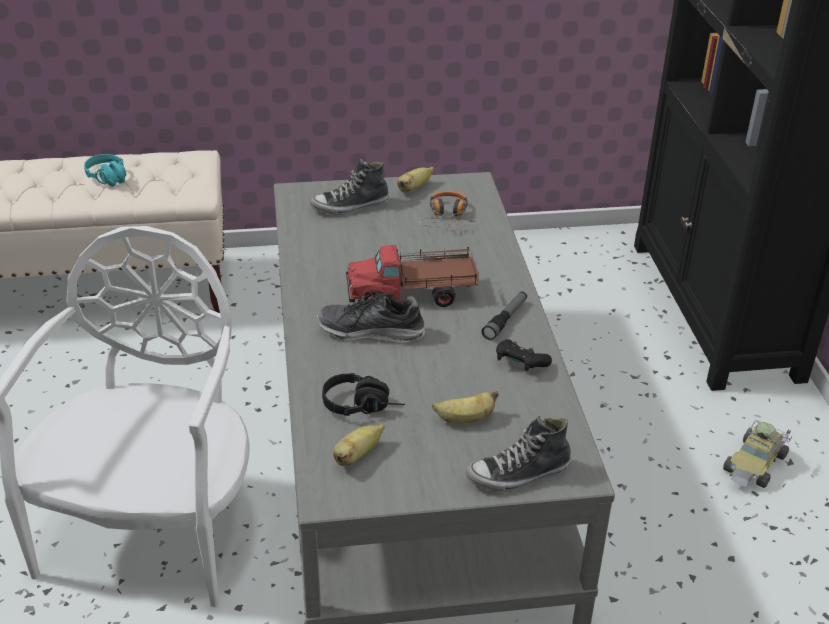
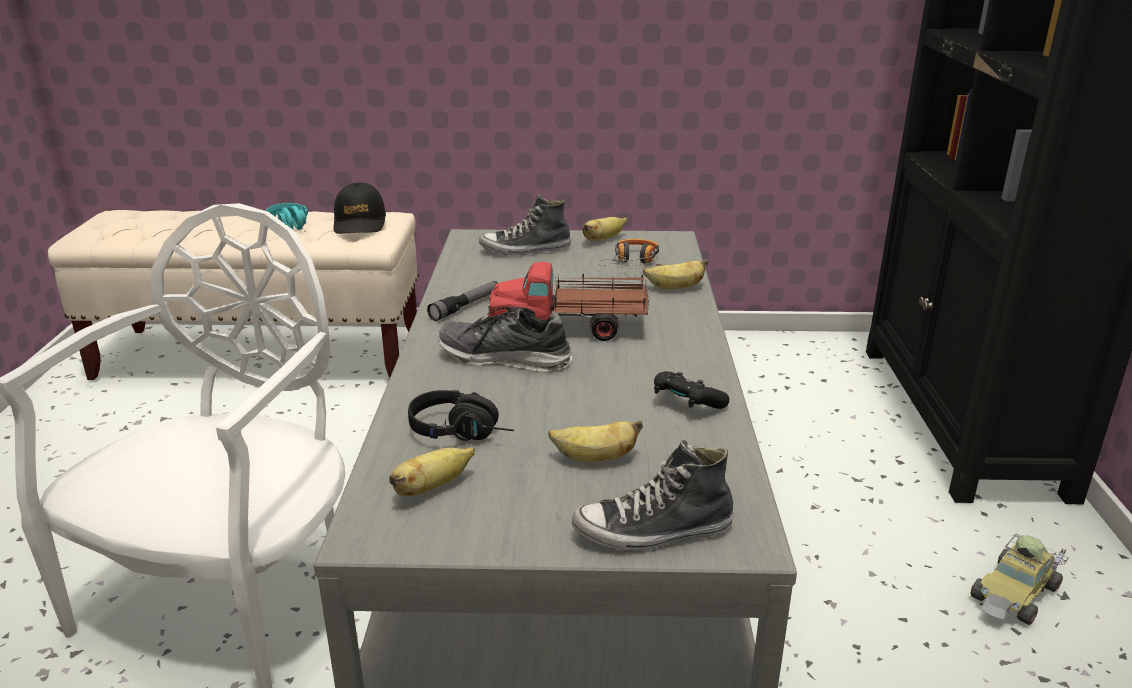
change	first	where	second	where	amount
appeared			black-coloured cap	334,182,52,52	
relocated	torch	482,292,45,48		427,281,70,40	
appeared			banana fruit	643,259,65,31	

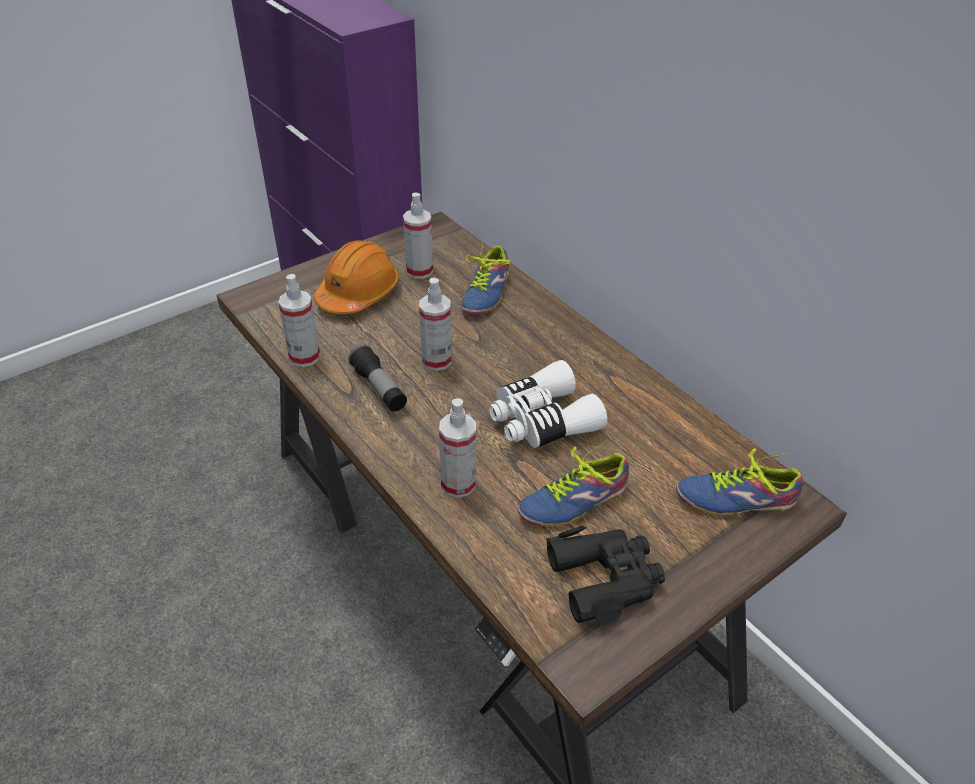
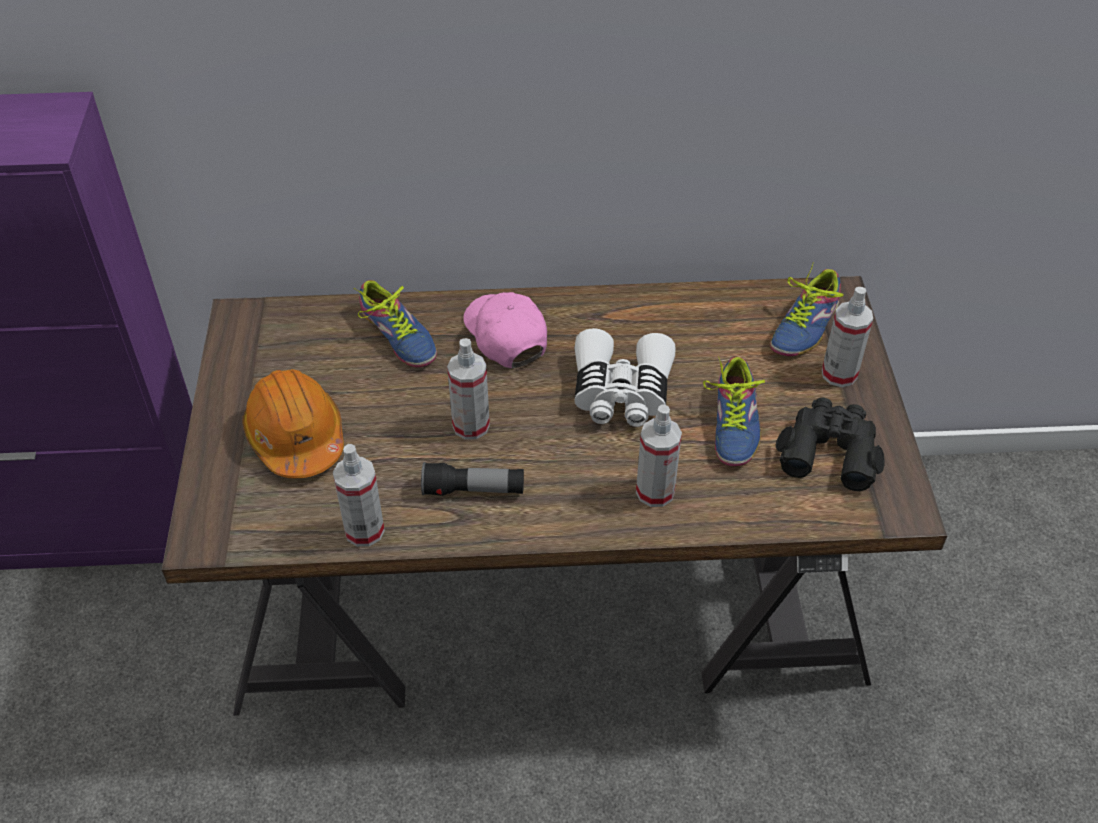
change	first	where	second	where	amount
appeared			pink cap	463,292,84,76	
relocated	sprayer	403,192,30,87		822,287,51,100	

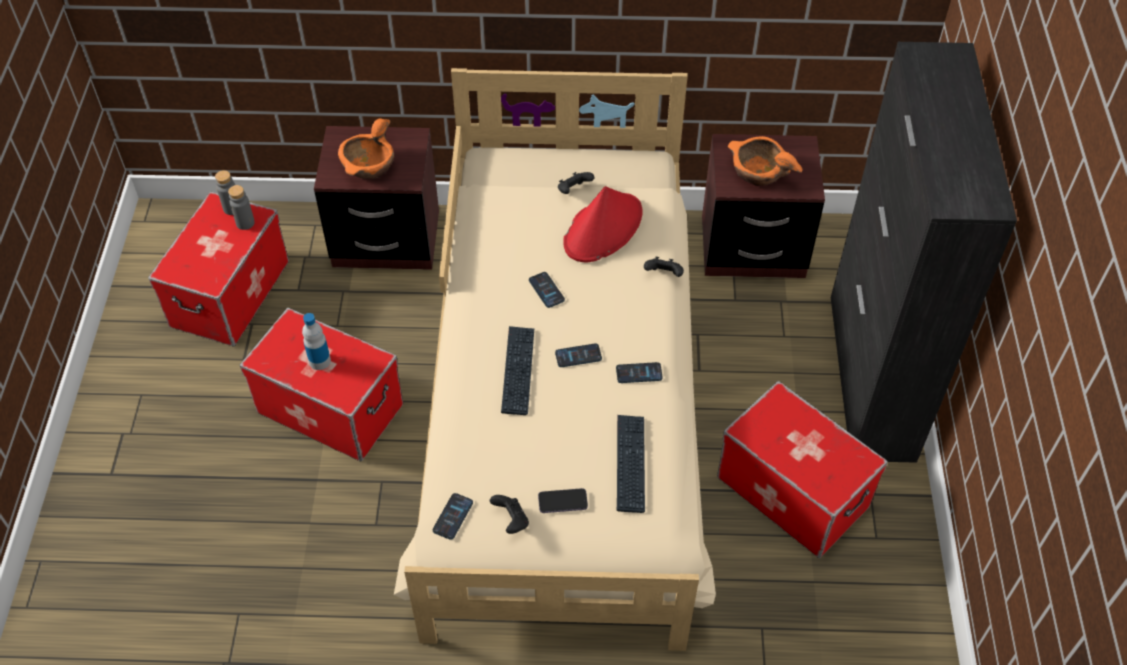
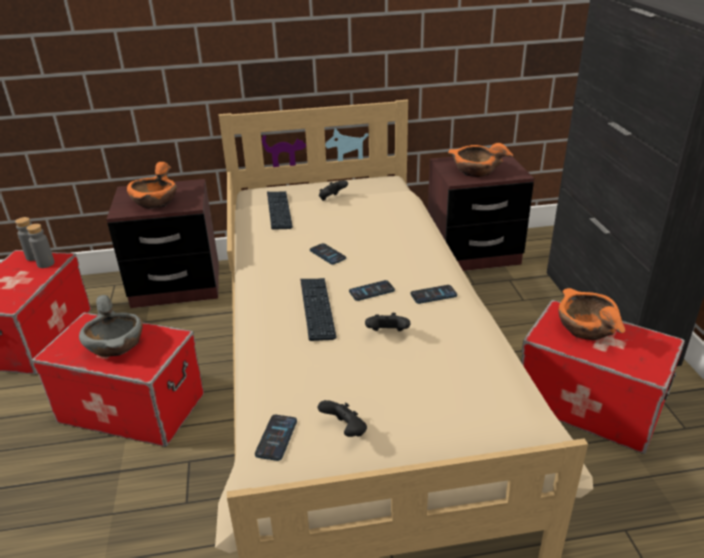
change	first	where	second	where	amount
exchanged	drink bottle	302,313,29,57	greyish deep dish	79,295,64,62	
relocated	computer keyboard	617,415,28,98		267,191,26,39	
relocated	black-coloured game controller	644,257,40,20		365,313,45,18	
appeared			orangey deep dish	558,288,67,52	
missing	phone	538,488,50,25			
missing	reddish hat	563,186,80,76			

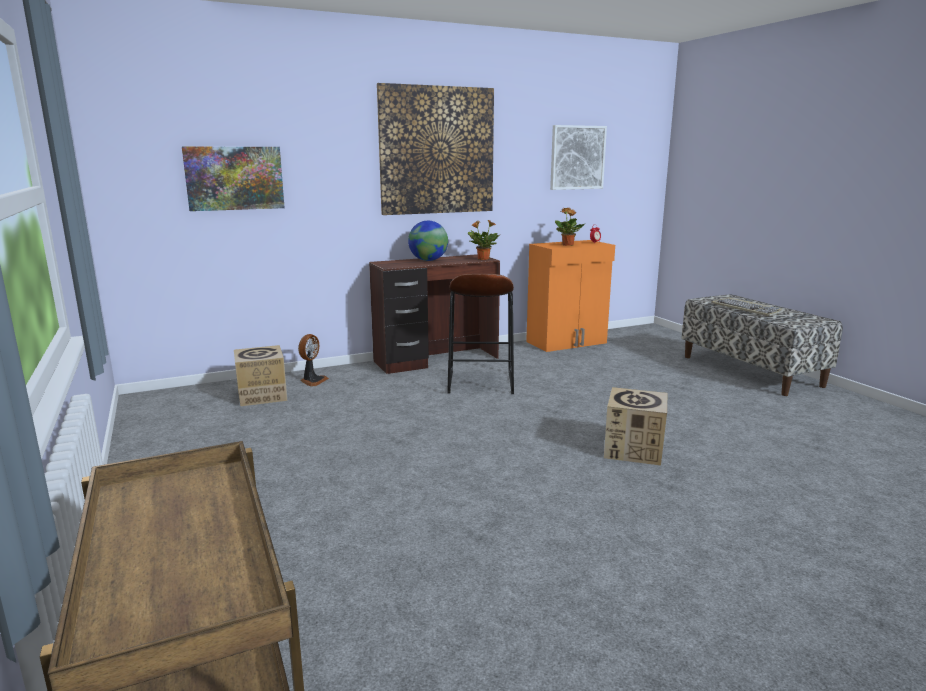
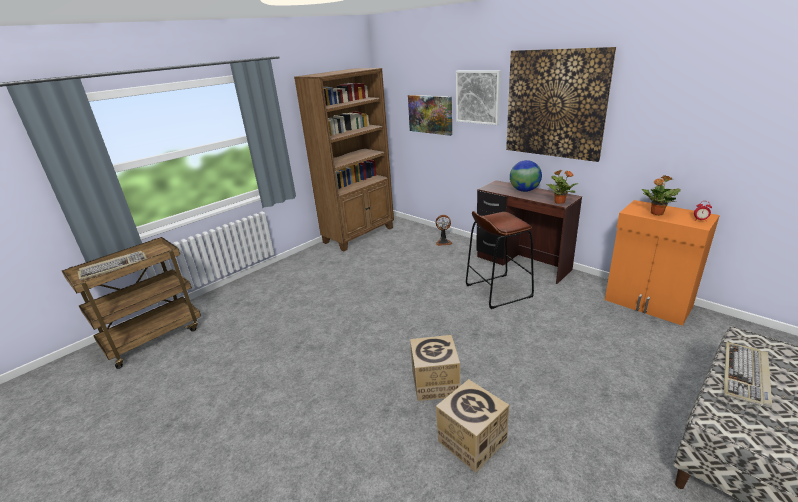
change	first	where	second	where	amount
appeared			computer keyboard	78,251,69,29	
appeared			brown bookcase	294,68,100,183	
relocated	packing box	234,345,53,61		436,379,73,93	
relocated	picture	550,125,57,65		456,70,45,55	

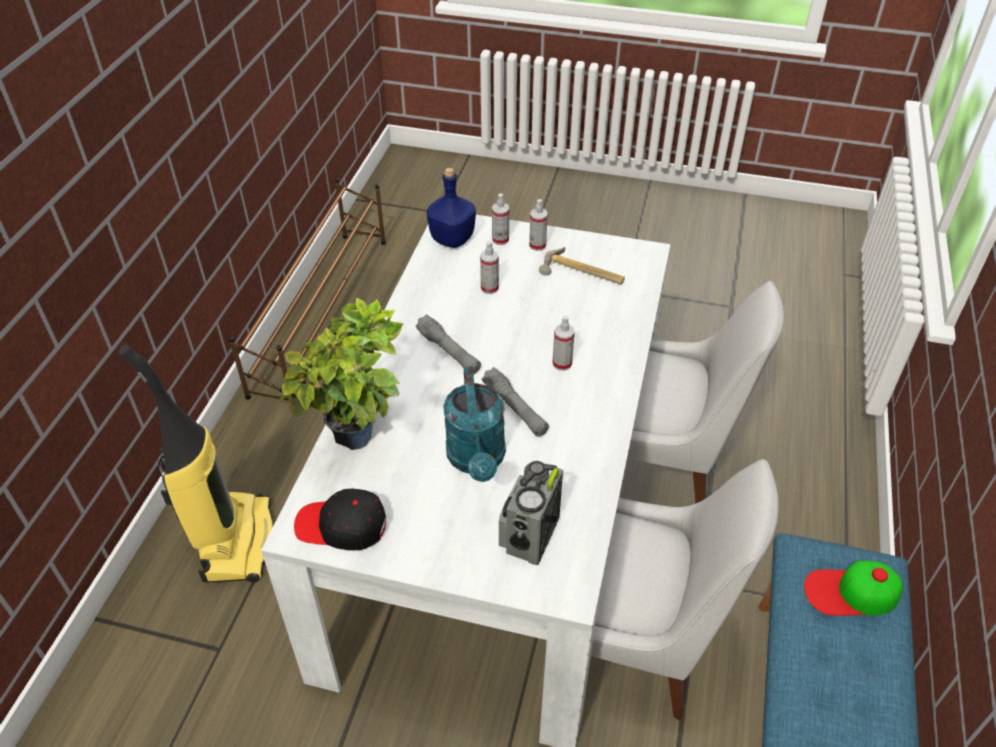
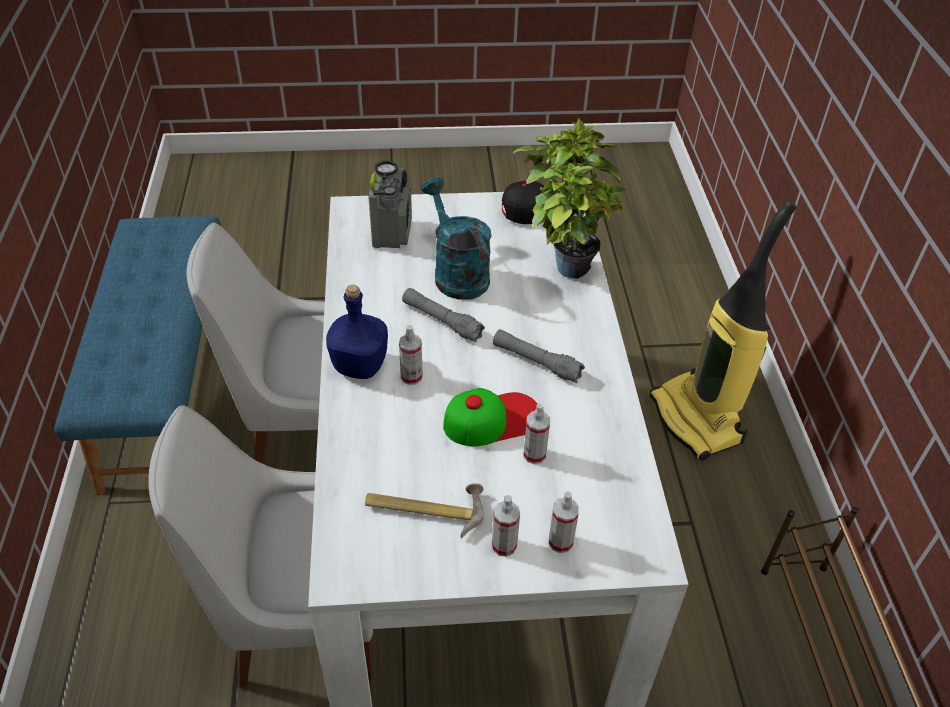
change	first	where	second	where	amount
relocated	bluish drink bottle	427,168,49,80		326,285,62,94	
relocated	cap	804,561,99,55		443,388,95,58	

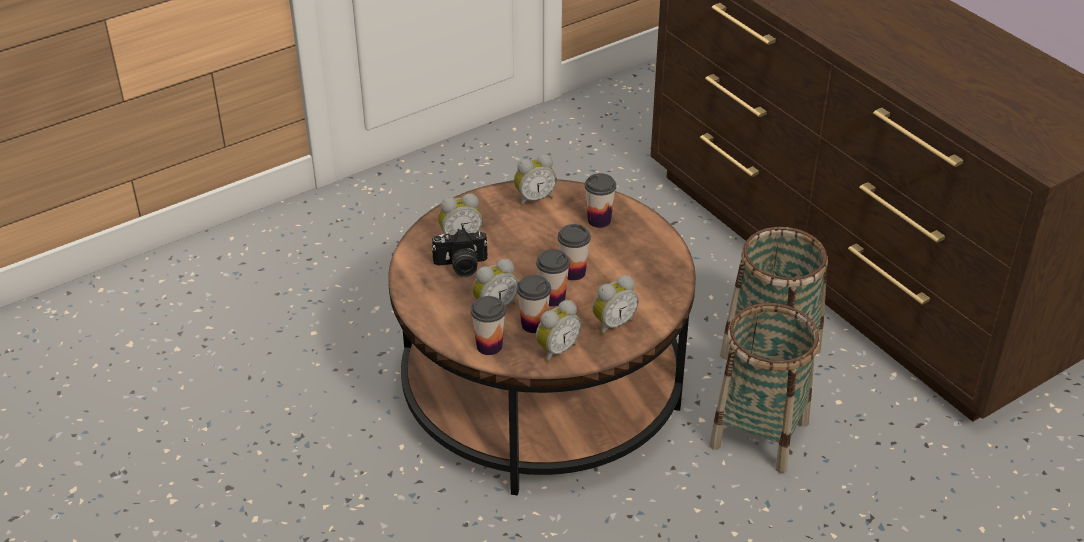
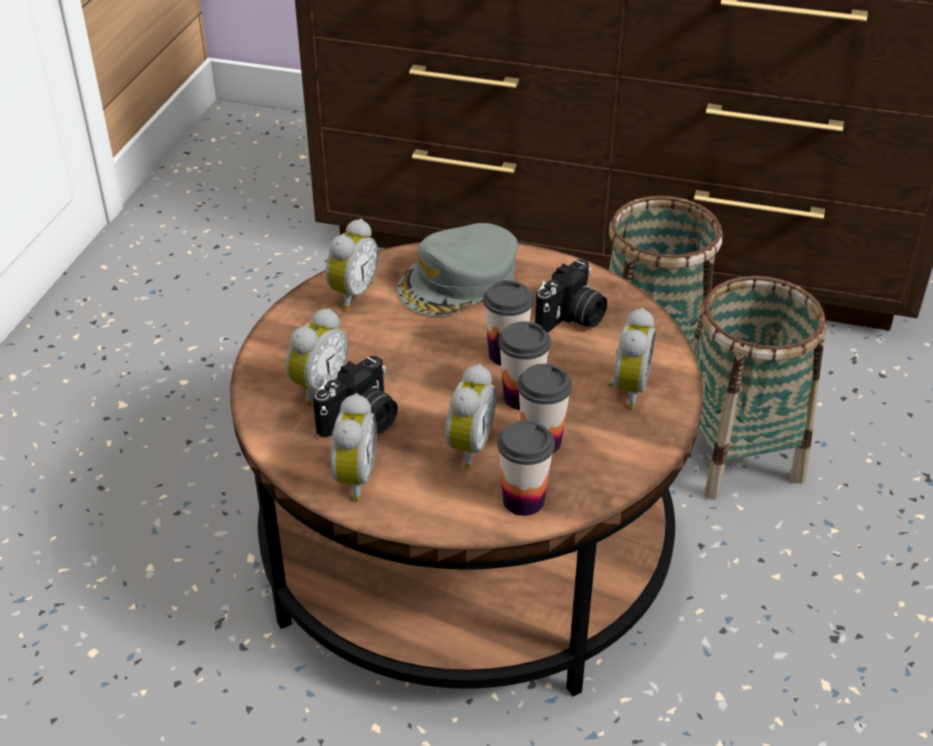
change	first	where	second	where	amount
relocated	alarm clock	536,300,45,62		331,393,46,108	
exchanged	small cup	585,173,31,55	greyish cap	397,223,121,93	
appeared			photo camera	535,259,72,74	

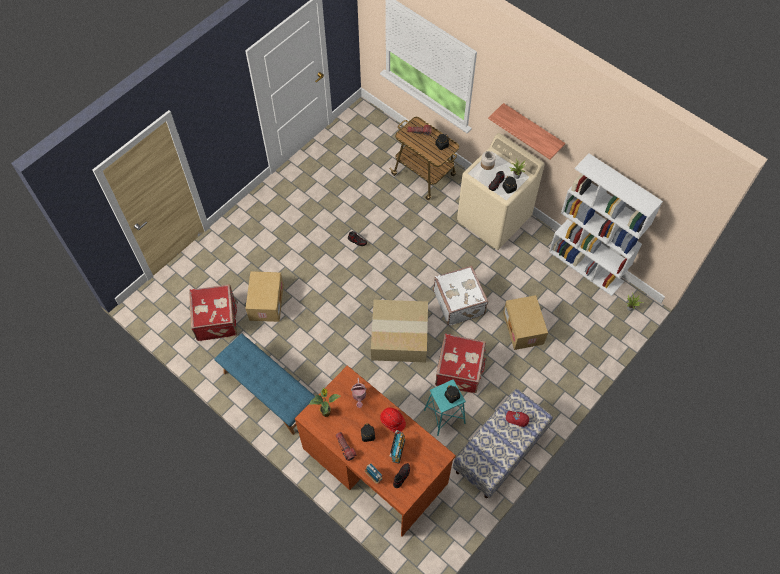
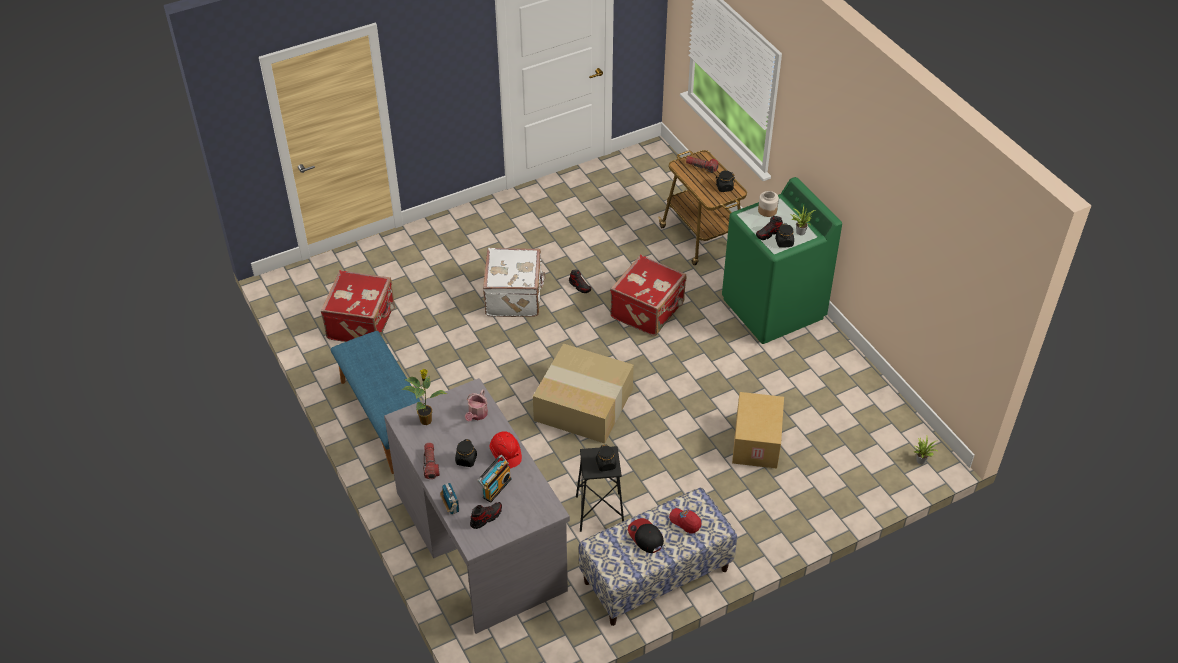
change	first	where	second	where	amount
colour	brown desk unit	295,365,161,171	greyish desk unit	384,378,186,256	
relocated	white suitcase	433,266,55,60		483,248,63,69	
colour	turquoise sitting stool	424,379,42,57	black-coloured sitting stool	576,446,48,86	
relocated	reddish suitcase	435,334,52,59		610,255,77,81	
appeared			cap	628,518,36,35	
colour	beige laundry appliance	457,133,88,117	green-coloured laundry appliance	722,177,120,167	
missing	packing box	245,271,39,51			
missing	wall shelf	488,103,77,56			
missing	white bookcase	549,154,114,142			

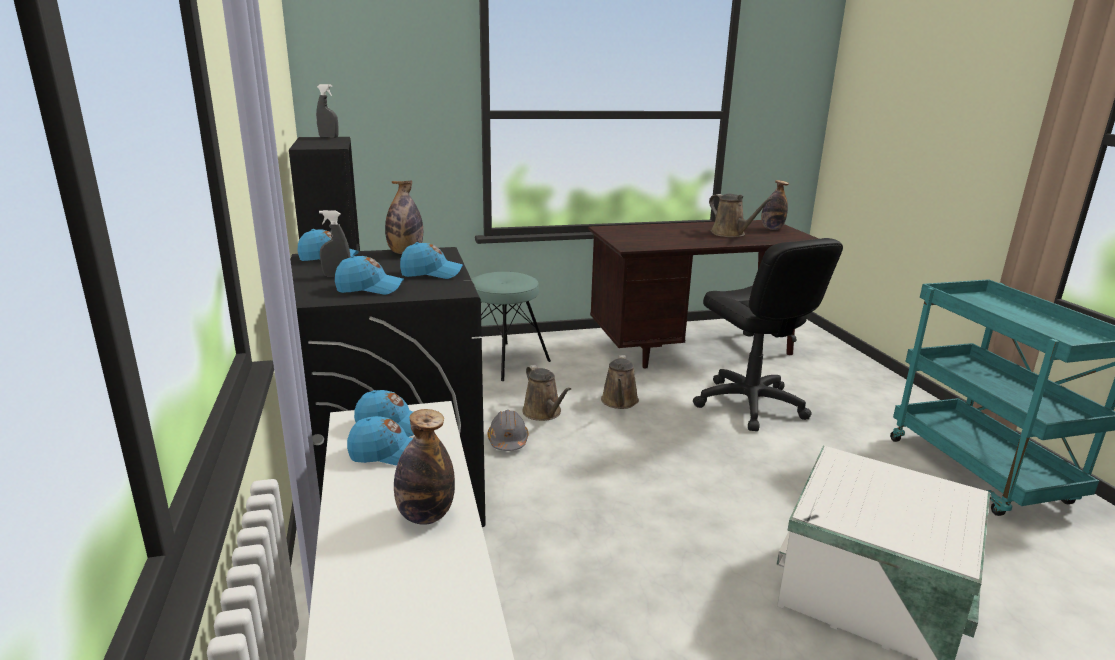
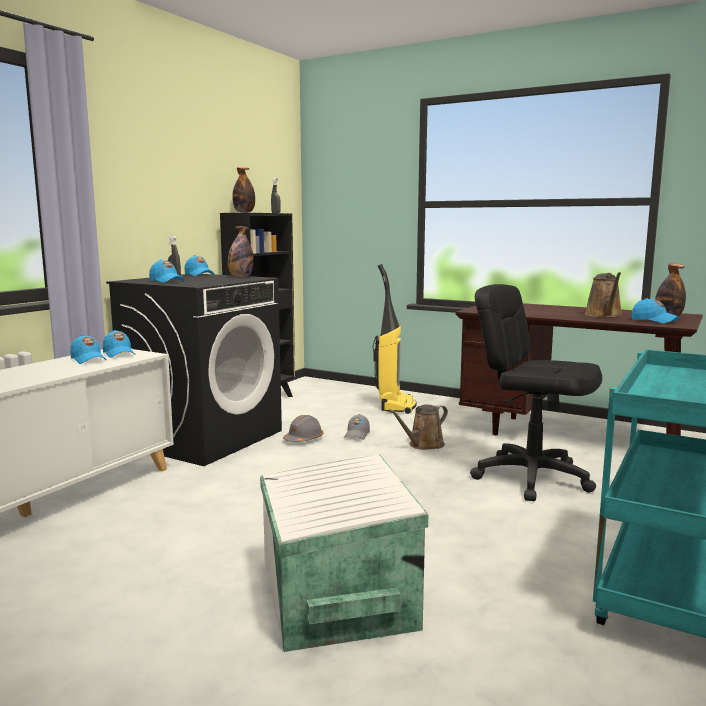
change	first	where	second	where	amount
relocated	drink bottle	394,409,61,116		232,167,23,46	
exchanged	brown watering can	522,365,49,56	greyish cap	344,414,26,26	
exchanged	turquoise sitting stool	471,272,80,109	vacuum cleaner	373,264,44,150	
spun	black-coloured computer chair	693,238,150,193		470,284,132,217	105 degrees clockwise
relocated	bluish cap	400,242,63,37		632,298,47,25	

